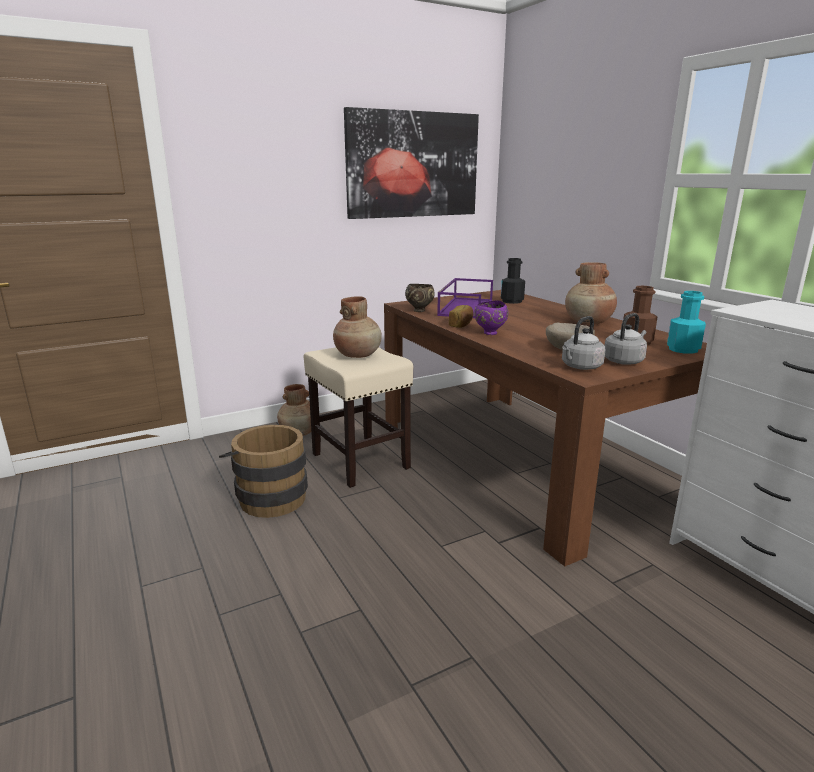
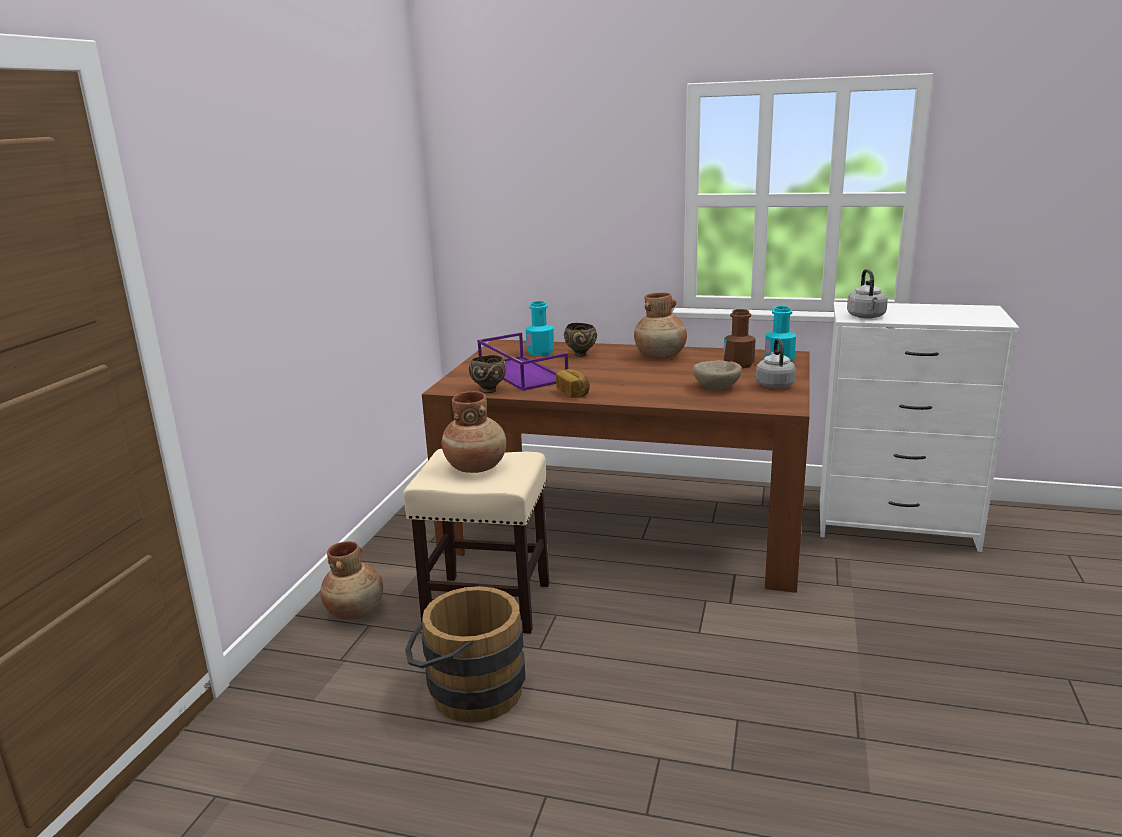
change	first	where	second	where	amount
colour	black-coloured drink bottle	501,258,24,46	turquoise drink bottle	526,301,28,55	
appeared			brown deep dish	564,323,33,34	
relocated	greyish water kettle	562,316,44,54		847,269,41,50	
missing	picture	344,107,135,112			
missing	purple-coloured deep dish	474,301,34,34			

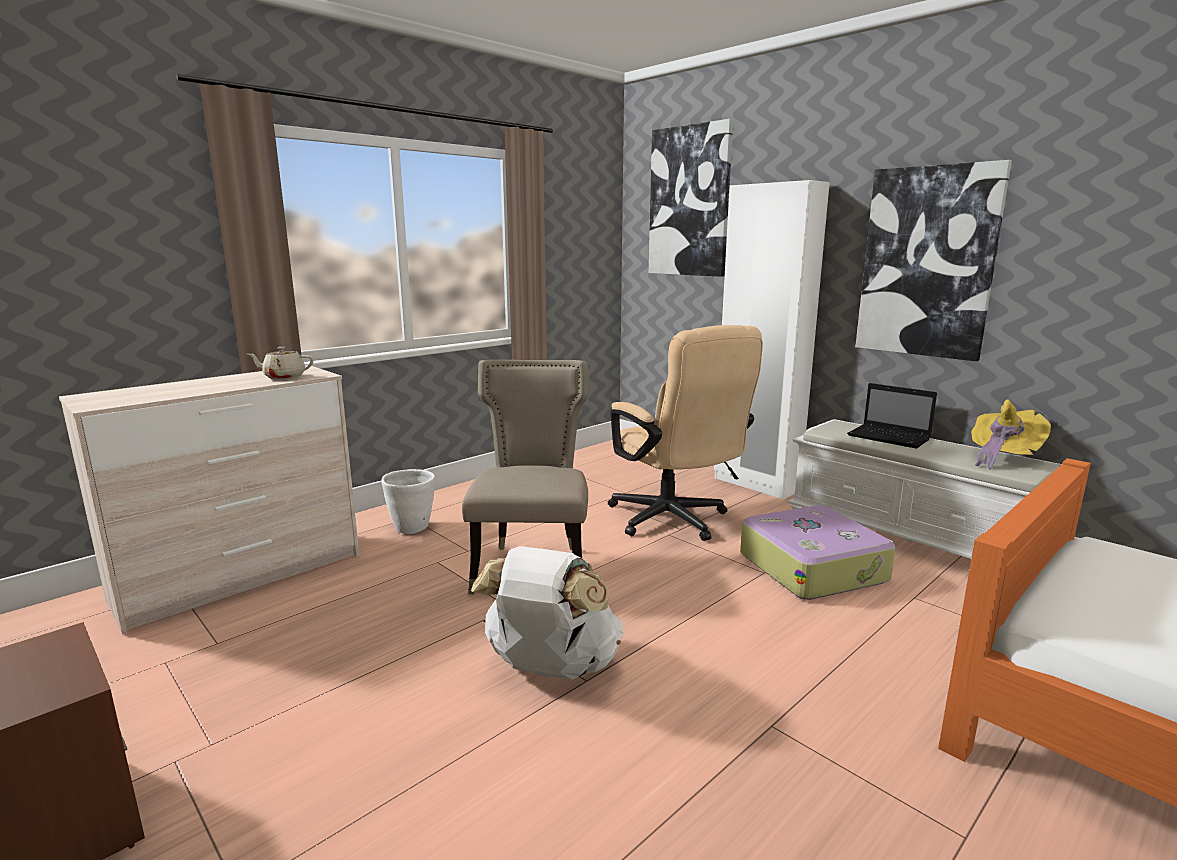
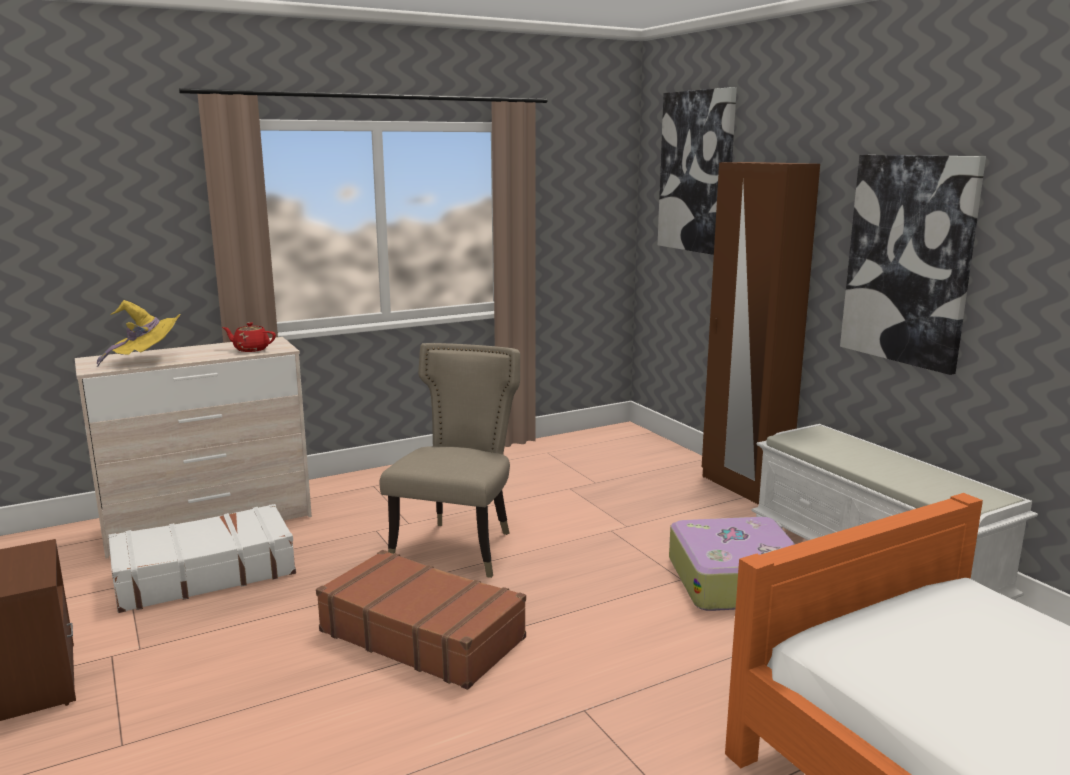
change	first	where	second	where	amount
relocated	yellowish hat	971,399,80,71		97,300,84,67	
appeared			white suitcase	108,504,188,109	
colour	beige tea pot	248,347,66,33	reddish tea pot	222,322,54,30	
exchanged	white backpack	471,546,153,134	brown suitcase	316,550,210,140	
colour	white wardrobe	714,180,116,319	brown wardrobe	702,162,118,343	
missing	white planter	381,469,54,65			
missing	beige computer chair	608,325,155,216			
missing	notebook computer	847,383,90,66			

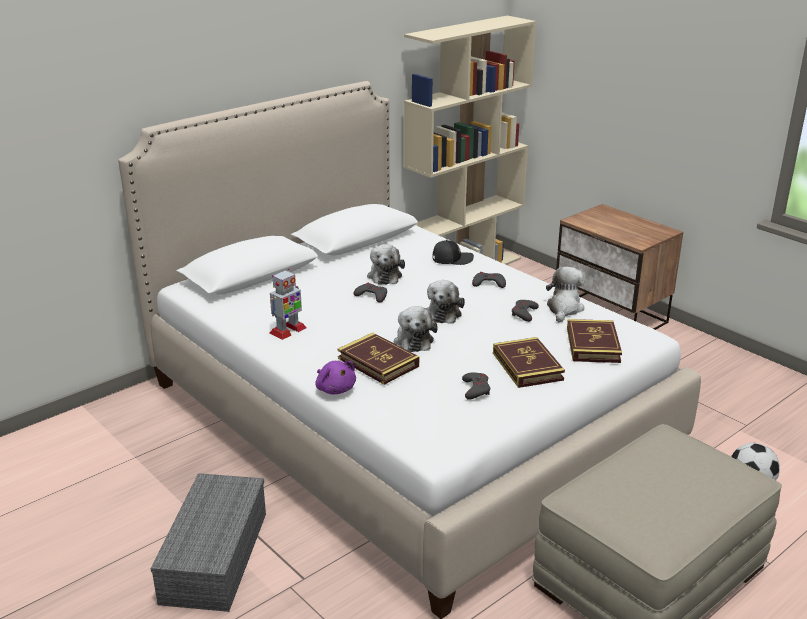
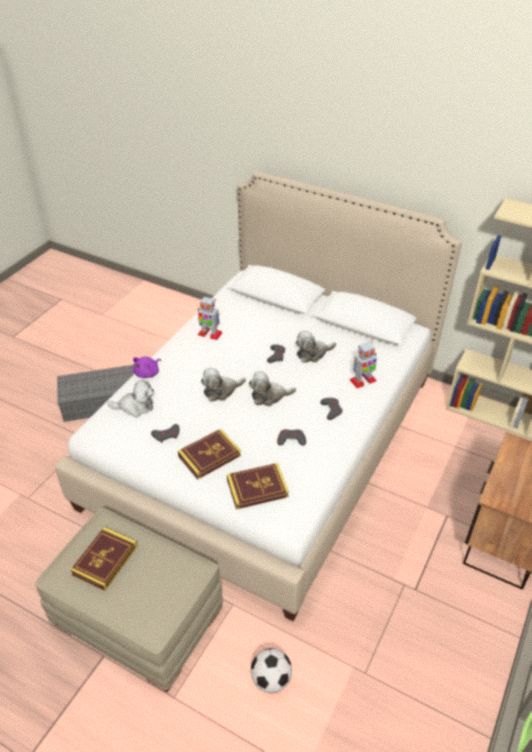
change	first	where	second	where	amount
relocated	book	338,333,81,52		71,527,66,64	
relocated	soft toy	546,267,38,55		107,380,47,38	
exchanged	black-coloured cap	433,240,41,25	model robot	350,341,27,47	

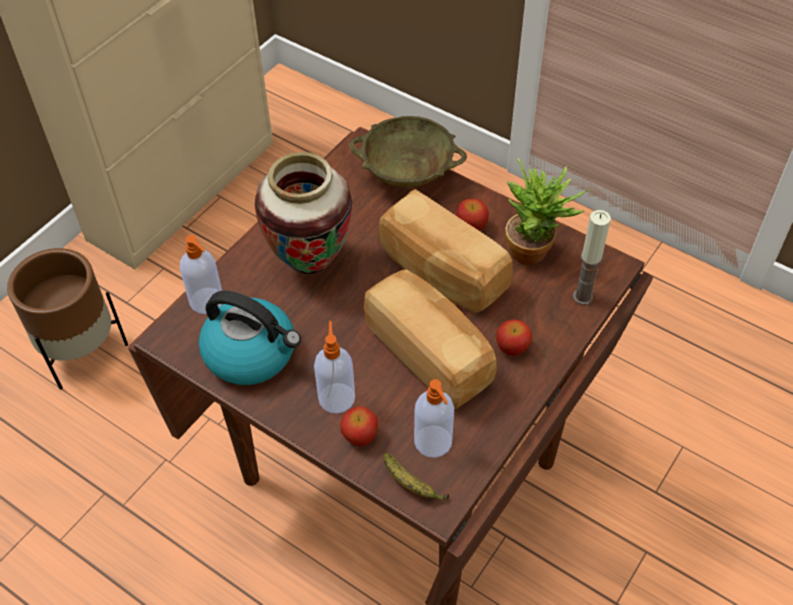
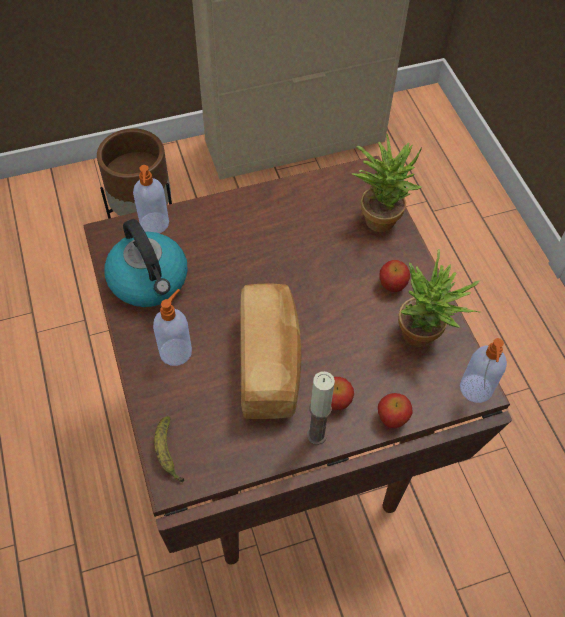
change	first	where	second	where	amount
relocated	candle	573,210,38,95		307,371,28,74	
exchanged	beige deep dish	349,116,118,72	potted plant	352,134,70,98	
relocated	apple	340,406,38,40		378,393,34,35	
relocated	soap bottle	414,379,40,79		460,338,47,65	
missing	vase	254,152,98,122			
missing	bread	379,189,134,124			

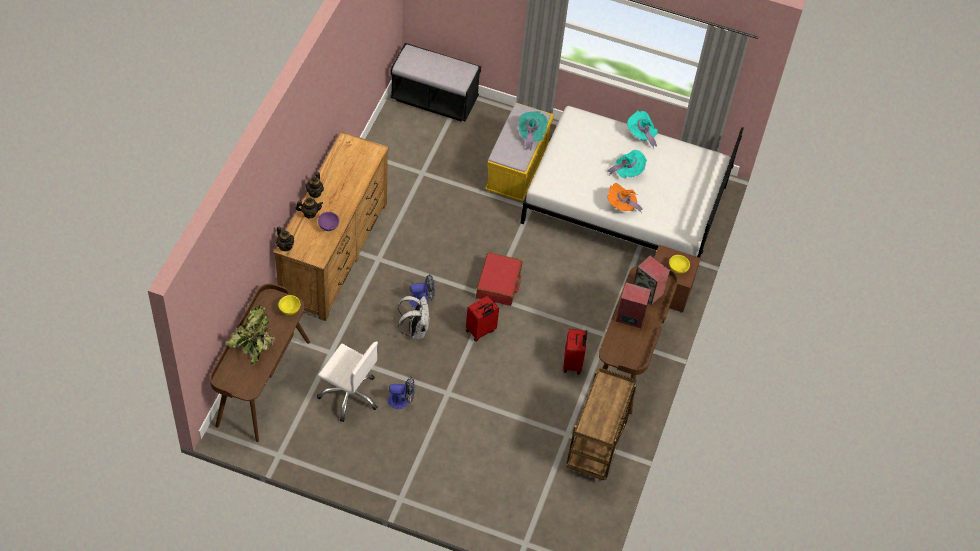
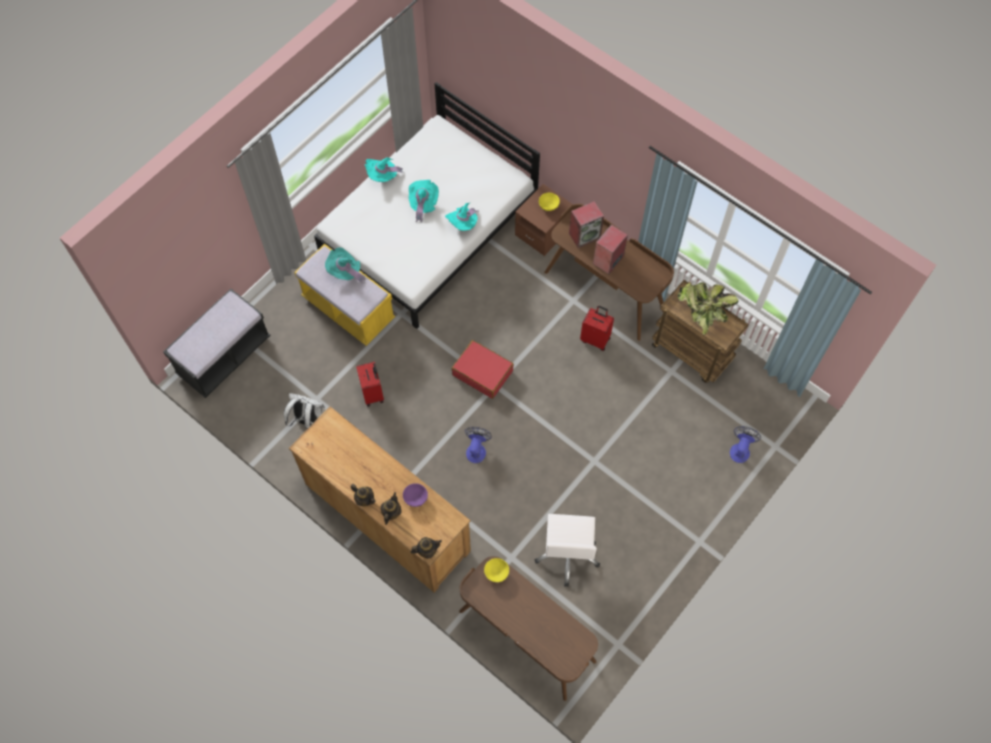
change	first	where	second	where	amount
relocated	white backpack	398,296,32,43		284,393,41,36	
relocated	reddish suitcase	466,296,33,46		356,362,28,45	
colour	orangey hat	608,183,35,31	turquoise hat	445,203,33,28	
spun	white computer chair	317,341,61,81		535,514,65,73	135 degrees clockwise
relocated	potted plant	226,304,49,61		677,282,62,53	
relocated	cooling fan	388,377,27,32		730,426,31,37	

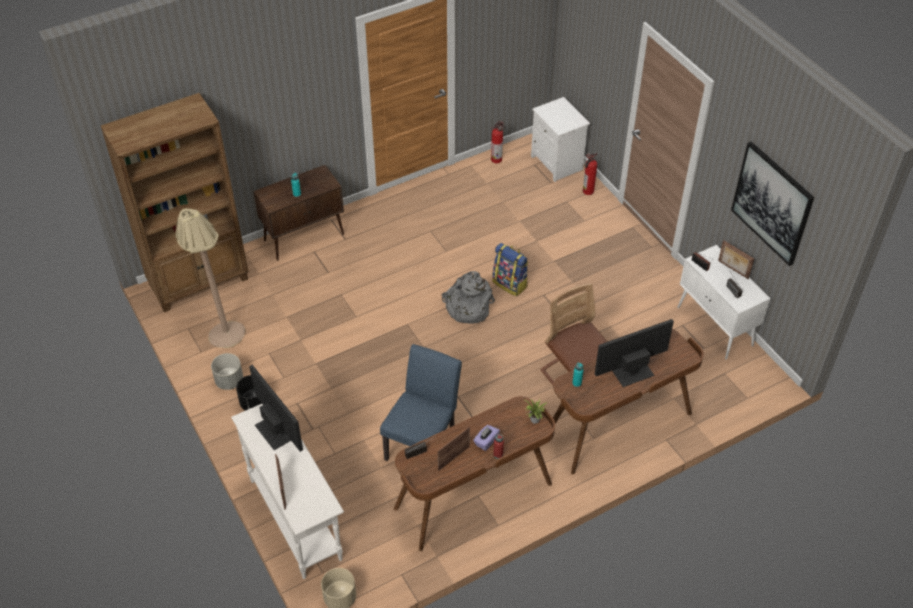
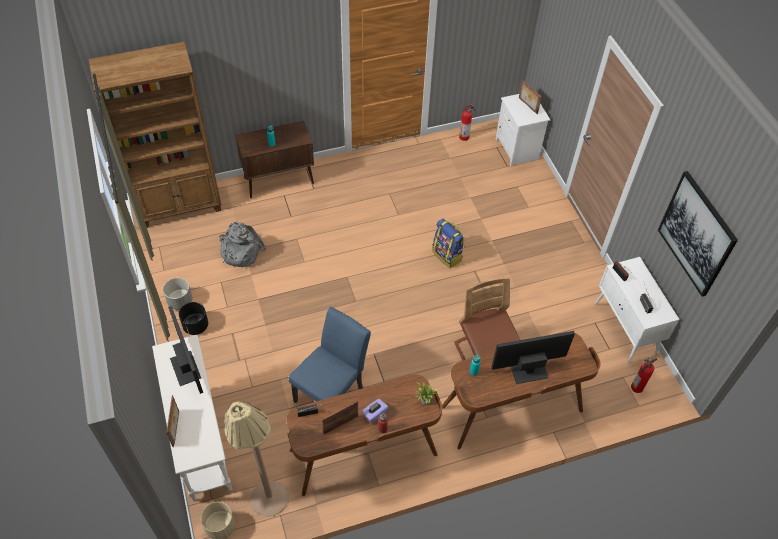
change	first	where	second	where	amount
relocated	greyish backpack	441,271,54,53		219,222,47,45	
relocated	beige standing lamp	175,208,70,140		224,401,66,116	
relocated	picture frame	718,240,36,39		519,80,23,35	
relocated	fire-fighting cylinder	583,153,14,42		631,357,26,36	

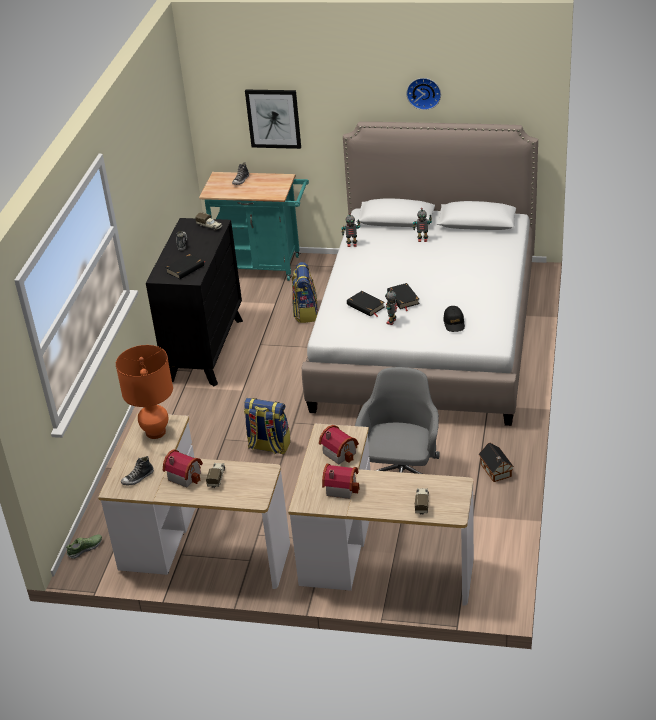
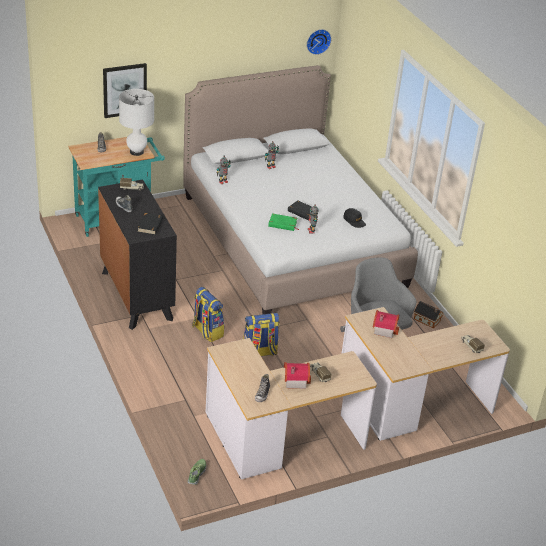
change	first	where	second	where	amount
appeared			white tabletop lamp	119,89,35,67	
relocated	backpack	292,262,26,61		192,287,32,55	
colour	black-coloured book	347,291,38,26	green-coloured book	268,213,31,18	
relocated	wall clock	406,78,35,32		307,29,25,26	
missing	orangey tabletop lamp	116,345,57,94			
missing	toy house	322,464,38,35			

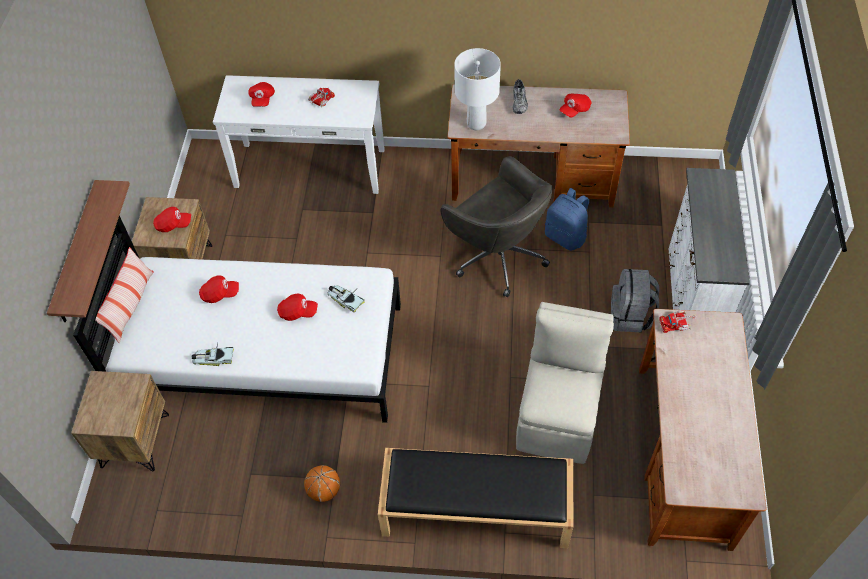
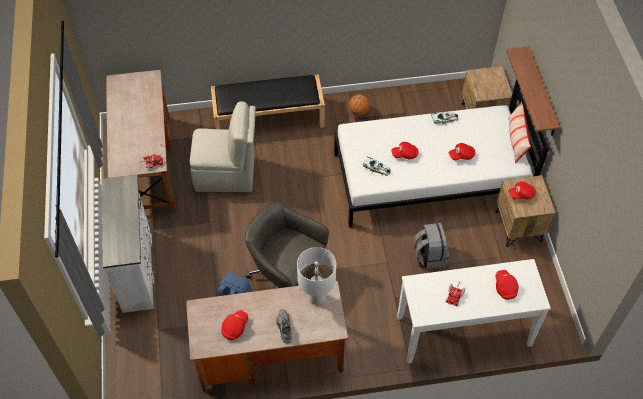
change	first	where	second	where	amount
spun	beige chair	516,302,98,162		190,101,66,91	90 degrees counterclockwise
relocated	greyish backpack	611,269,48,63		413,223,36,47	

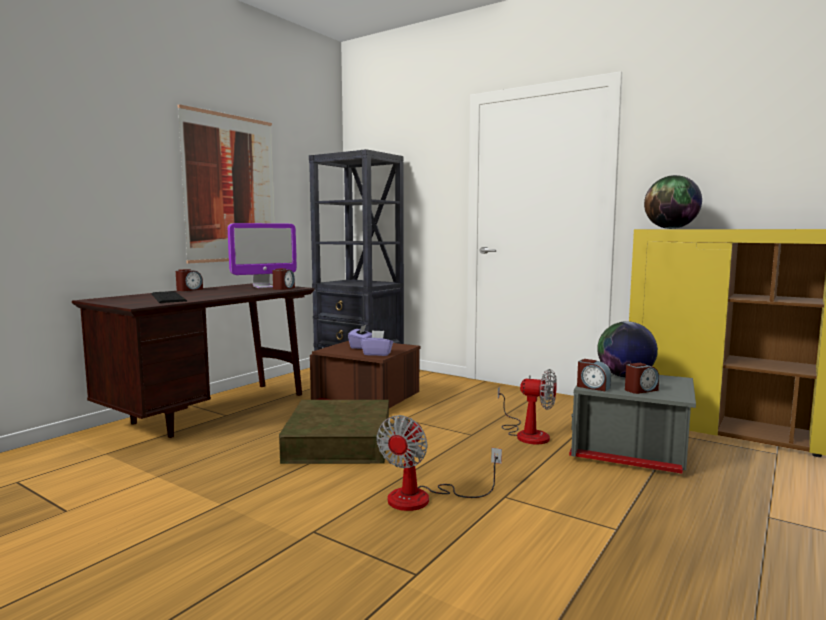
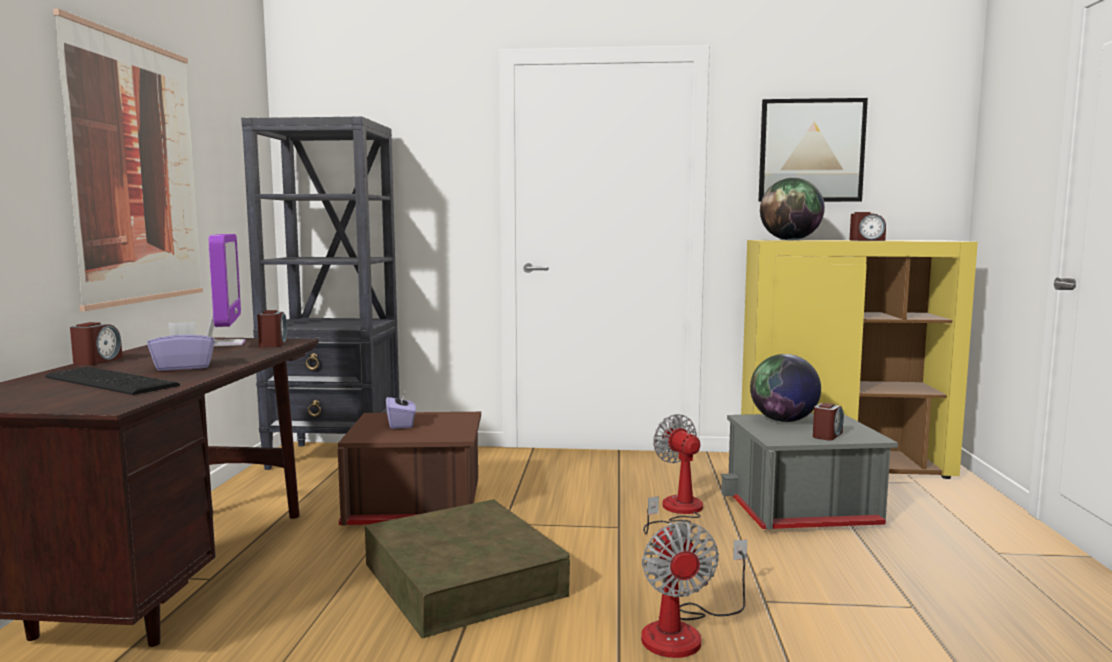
change	first	where	second	where	amount
relocated	purple-coloured tissue box	361,330,32,26		147,321,68,50	
spun	computer display	228,223,69,65		206,234,39,112	45 degrees counterclockwise
spun	cooling fan	498,369,59,76		643,414,60,120	105 degrees counterclockwise
appeared			picture	759,98,109,104	
relocated	alarm clock	577,359,34,33		850,212,36,29	

